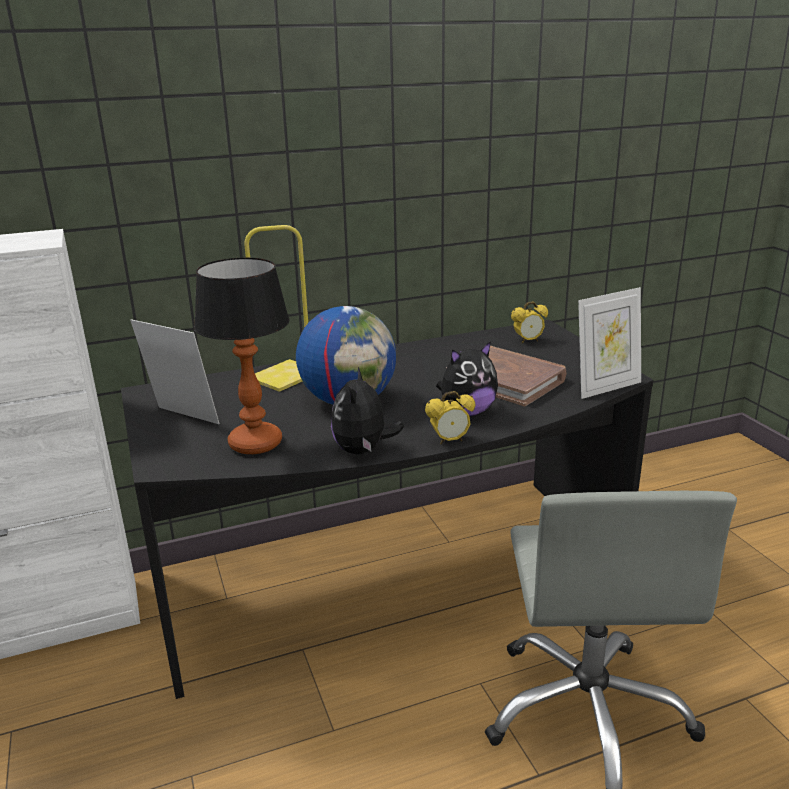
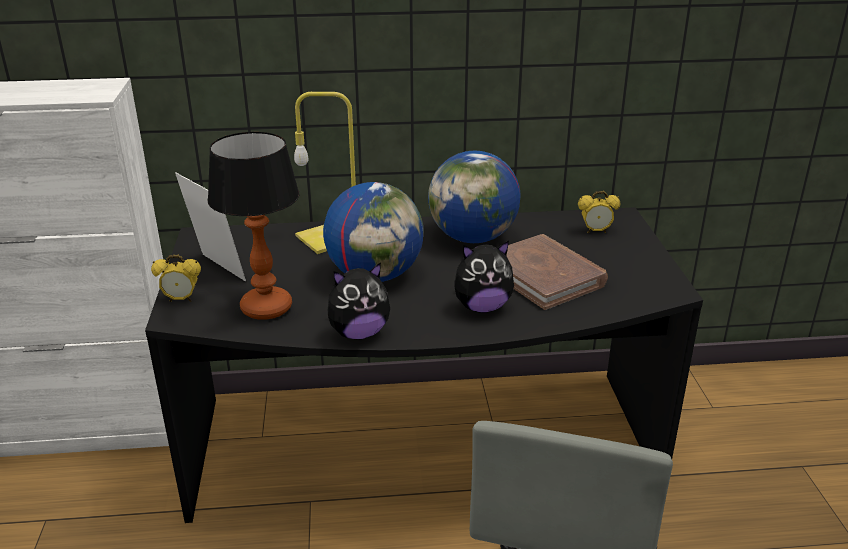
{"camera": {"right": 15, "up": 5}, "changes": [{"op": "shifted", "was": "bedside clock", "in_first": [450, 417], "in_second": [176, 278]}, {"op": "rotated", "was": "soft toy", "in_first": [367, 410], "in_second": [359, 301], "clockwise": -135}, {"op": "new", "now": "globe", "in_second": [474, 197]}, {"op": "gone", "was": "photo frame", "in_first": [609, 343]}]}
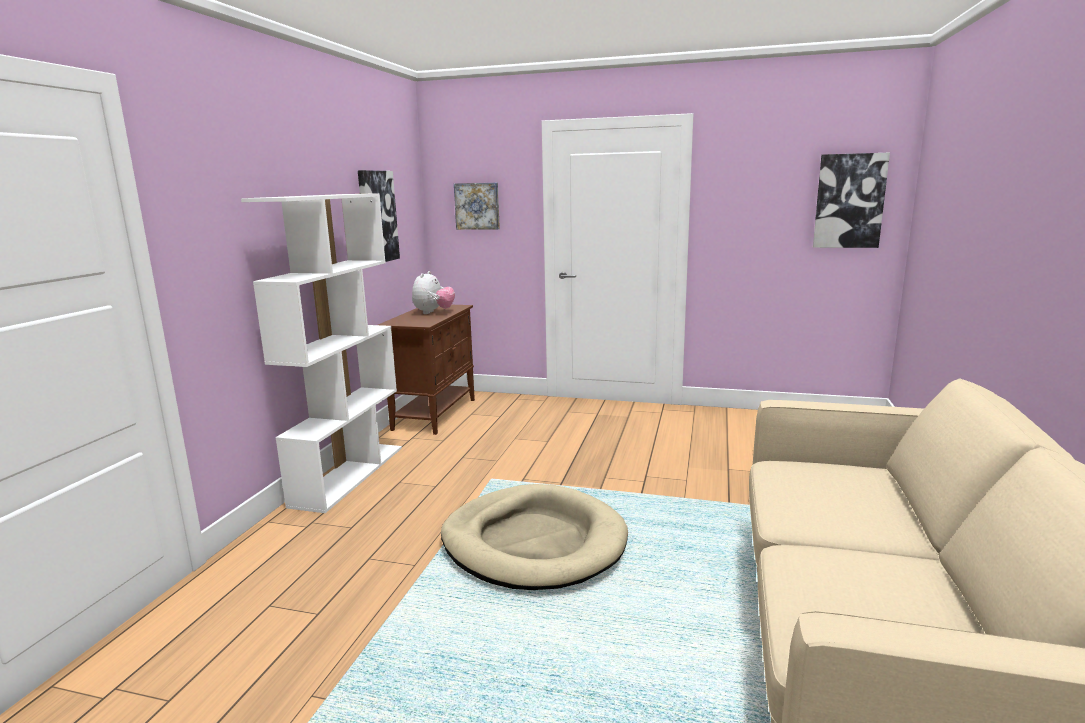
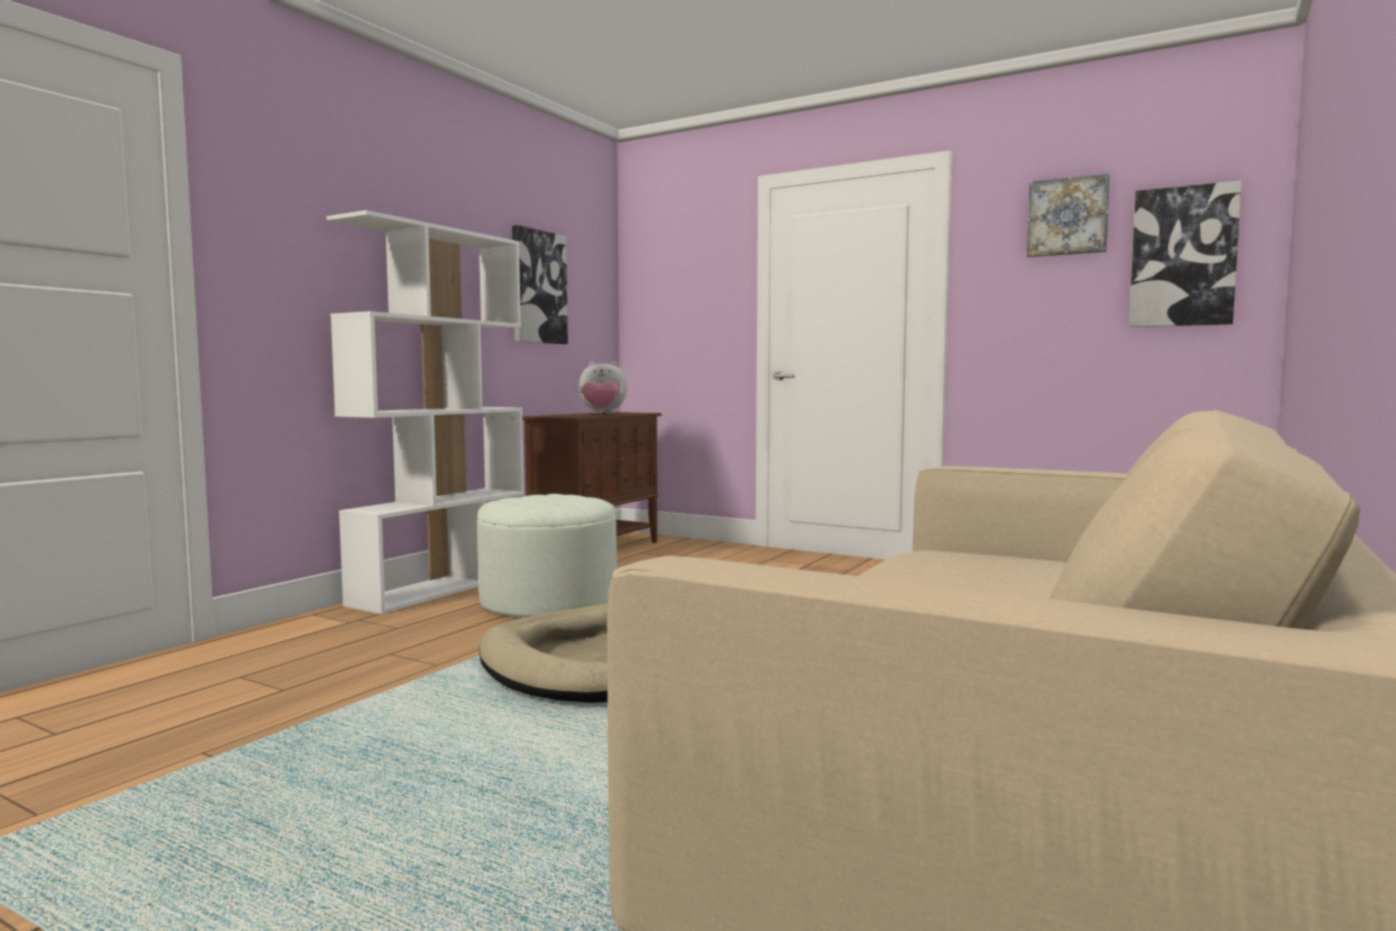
{"camera": {"right": 15, "up": -10}, "changes": [{"op": "new", "now": "whitish pouffe", "in_second": [547, 556]}, {"op": "rotated", "was": "soft toy", "in_first": [433, 292], "in_second": [603, 387], "clockwise": 60}, {"op": "shifted", "was": "wall picture", "in_first": [477, 206], "in_second": [1068, 215]}]}
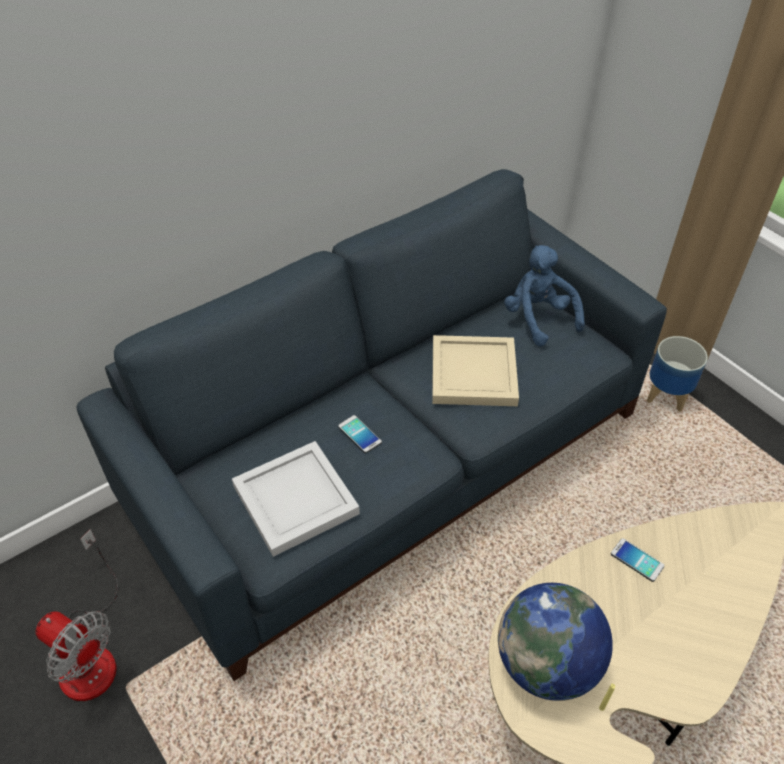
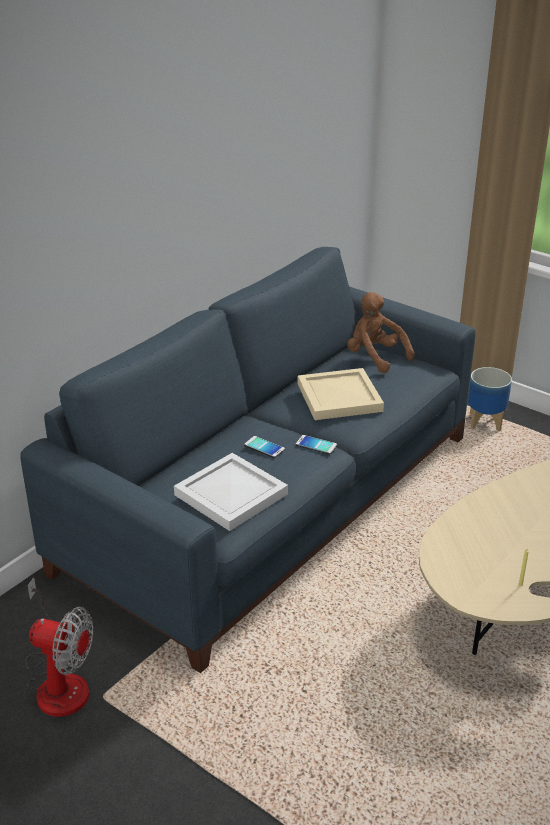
{"camera": {"right": -15, "up": -15}, "changes": [{"op": "shifted", "was": "handset", "in_first": [637, 560], "in_second": [316, 445]}, {"op": "repainted", "was": "blue-coloured soft toy", "now": "brown soft toy", "in_first": [544, 295], "in_second": [381, 332]}, {"op": "gone", "was": "globe", "in_first": [555, 642]}]}
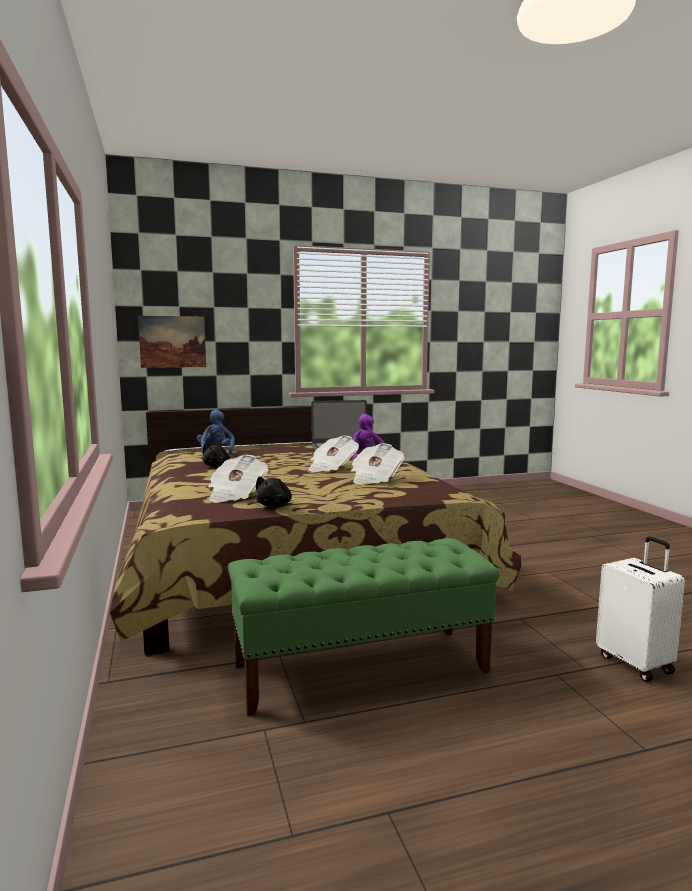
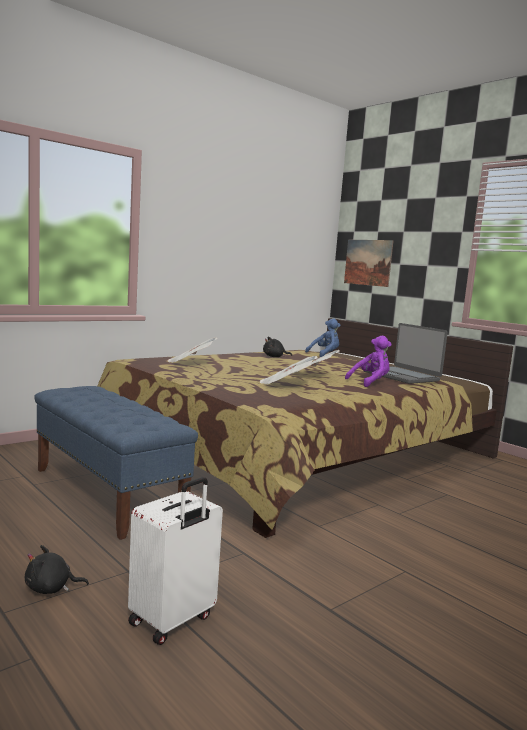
{"camera": {"right": 65, "up": 0}, "changes": [{"op": "shifted", "was": "black soft toy", "in_first": [273, 491], "in_second": [57, 569]}, {"op": "repainted", "was": "greenish long seat", "now": "blue-coloured long seat", "in_first": [364, 627], "in_second": [116, 463]}]}
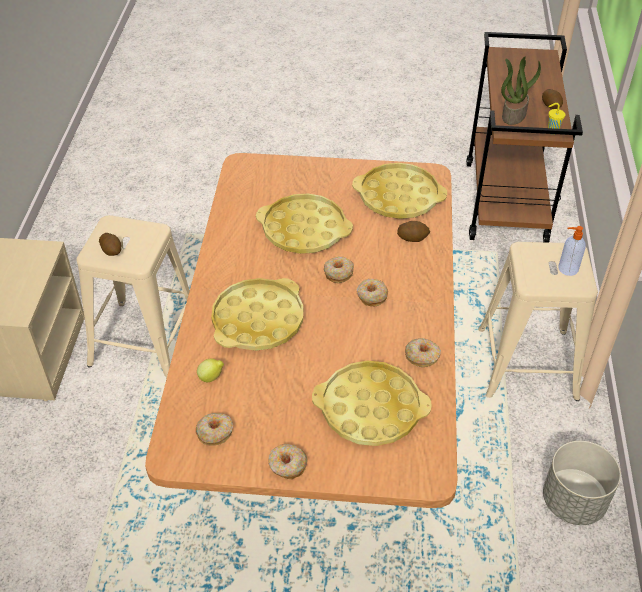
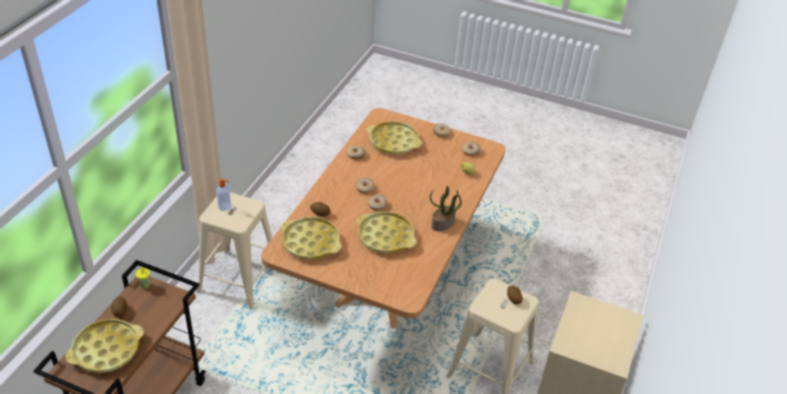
{"camera": {"right": -165, "up": -5}, "changes": [{"op": "shifted", "was": "yellow serving tray", "in_first": [257, 314], "in_second": [104, 346]}, {"op": "shifted", "was": "plant in a pot", "in_first": [521, 91], "in_second": [446, 208]}, {"op": "gone", "was": "gray flower pot", "in_first": [582, 483]}]}
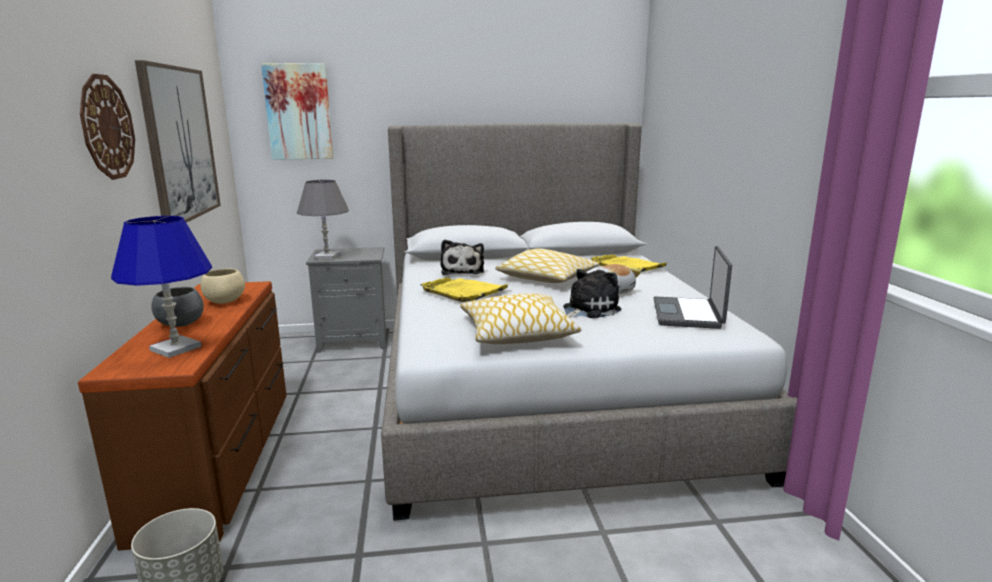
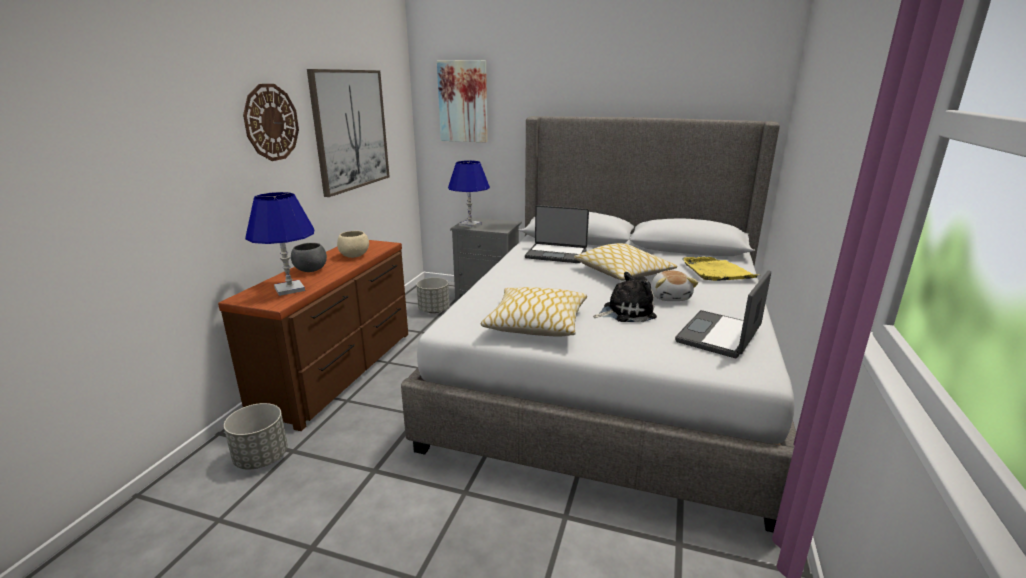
{"camera": {"right": 25, "up": 5}, "changes": [{"op": "new", "now": "gray flower pot", "in_second": [432, 295]}, {"op": "repainted", "was": "gray lamp for a table", "now": "blue-coloured lamp for a table", "in_first": [323, 219], "in_second": [469, 194]}, {"op": "swapped", "was": "soft toy", "now": "notebook computer", "in_first": [462, 257], "in_second": [557, 234]}, {"op": "gone", "was": "yellow serving tray", "in_first": [464, 290]}]}
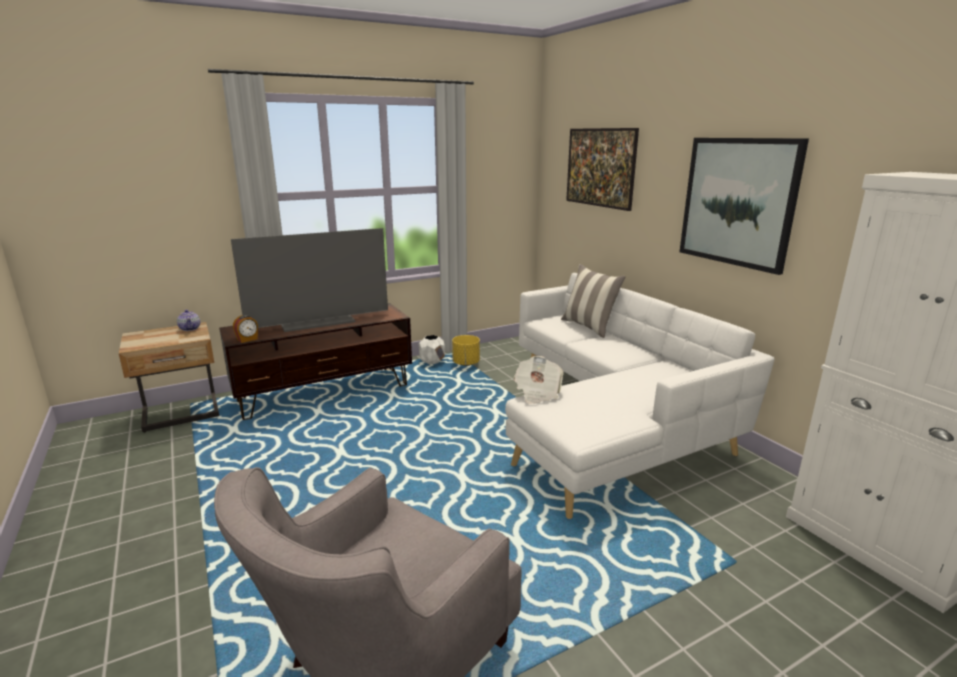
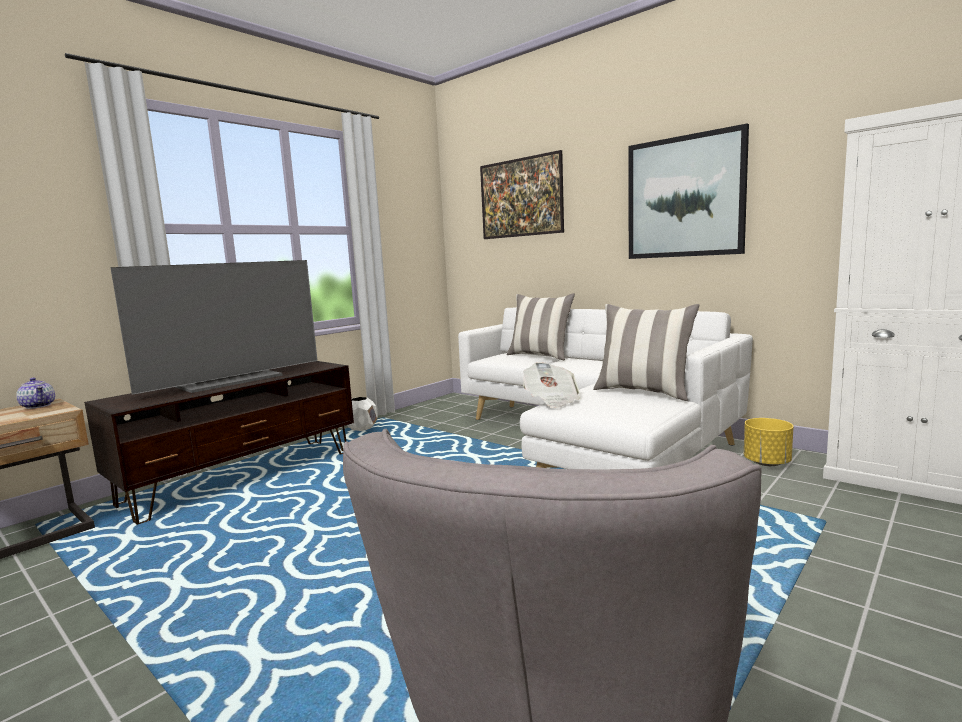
{"camera": {"right": -20, "up": -10}, "changes": [{"op": "new", "now": "throw pillow", "in_second": [646, 352]}, {"op": "shifted", "was": "yellow flower pot", "in_first": [466, 350], "in_second": [769, 442]}, {"op": "gone", "was": "bedside clock", "in_first": [245, 329]}]}
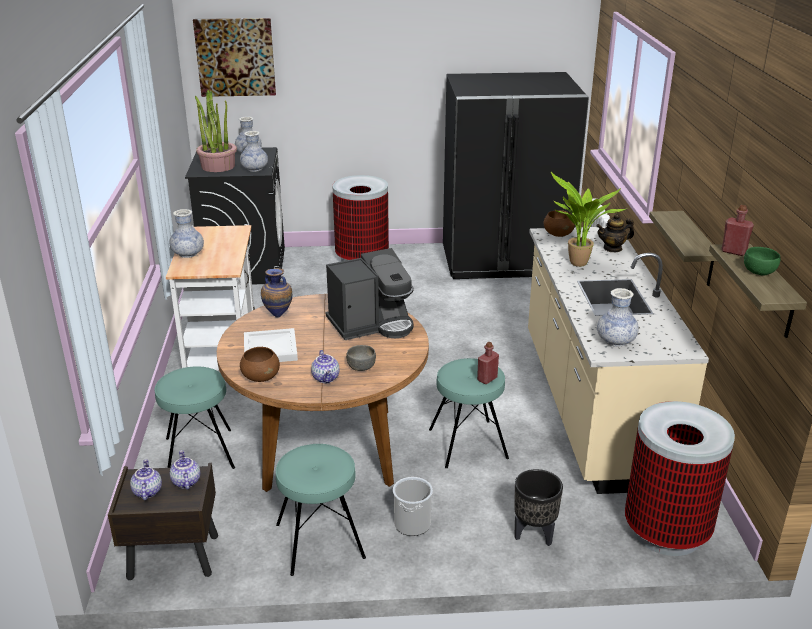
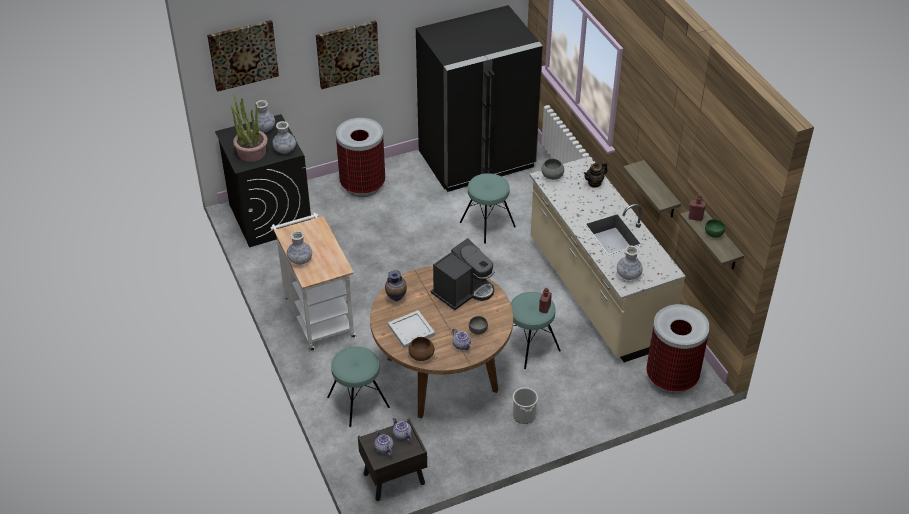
{"camera": {"right": -20, "up": 15}, "changes": [{"op": "new", "now": "wall picture", "in_second": [348, 54]}, {"op": "shifted", "was": "turquoise-coloured stool", "in_first": [321, 510], "in_second": [488, 208]}, {"op": "repainted", "was": "brown deep dish", "now": "gray deep dish", "in_first": [559, 223], "in_second": [552, 169]}, {"op": "gone", "was": "black flower pot", "in_first": [538, 507]}, {"op": "gone", "was": "plant in a pot", "in_first": [589, 219]}]}
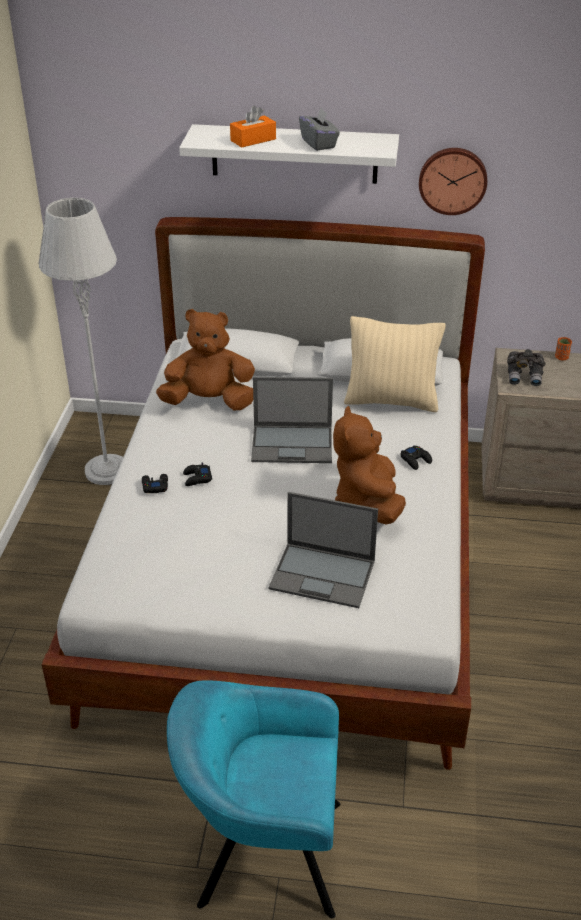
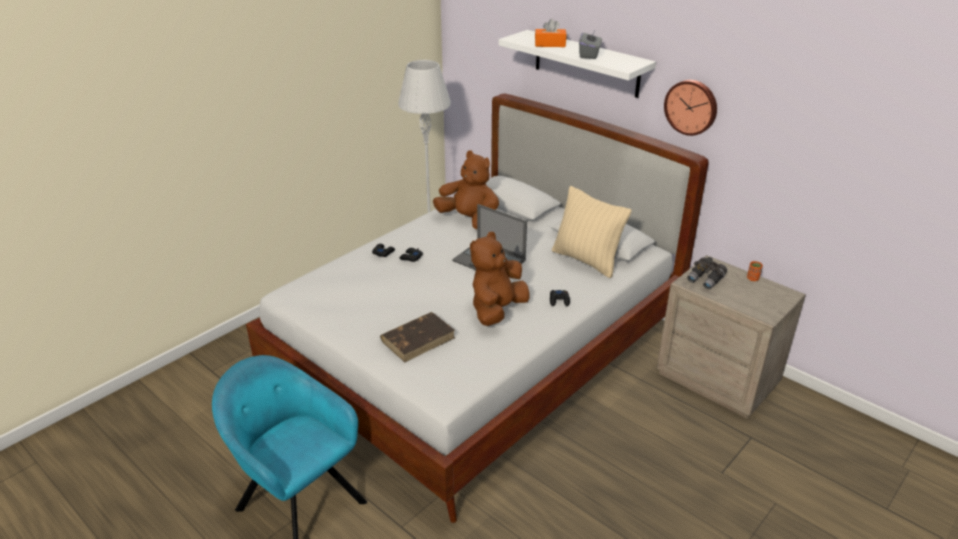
{"camera": {"right": 35, "up": -5}, "changes": [{"op": "swapped", "was": "notebook computer", "now": "brown volume", "in_first": [323, 550], "in_second": [417, 337]}]}
